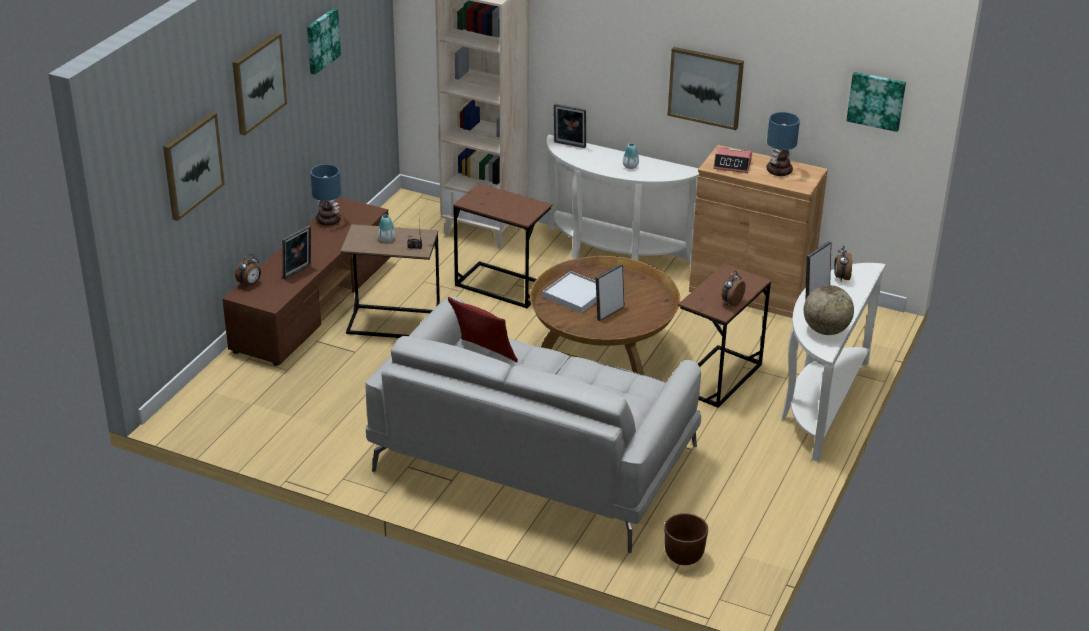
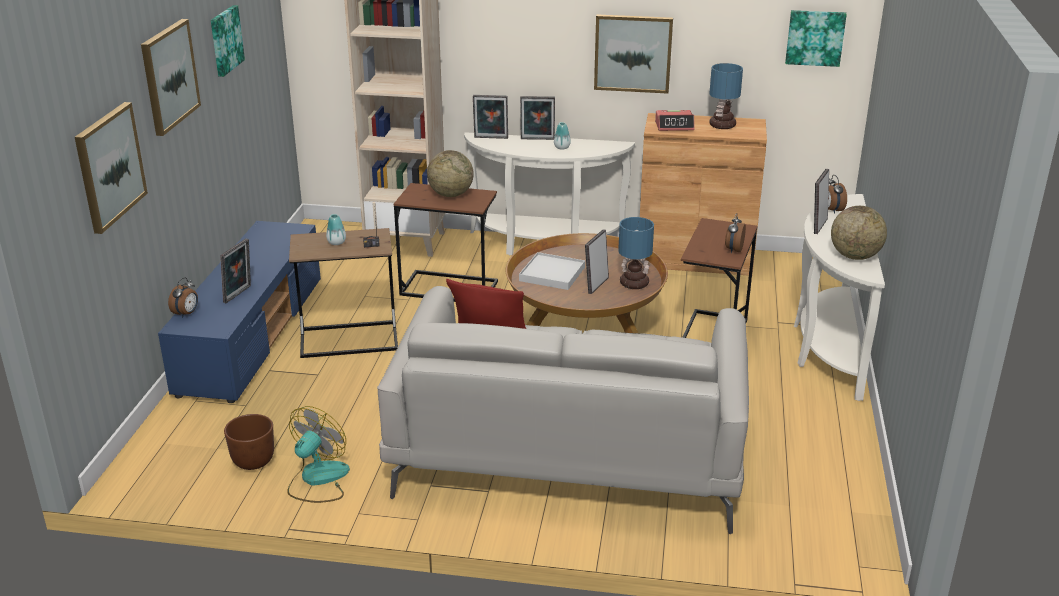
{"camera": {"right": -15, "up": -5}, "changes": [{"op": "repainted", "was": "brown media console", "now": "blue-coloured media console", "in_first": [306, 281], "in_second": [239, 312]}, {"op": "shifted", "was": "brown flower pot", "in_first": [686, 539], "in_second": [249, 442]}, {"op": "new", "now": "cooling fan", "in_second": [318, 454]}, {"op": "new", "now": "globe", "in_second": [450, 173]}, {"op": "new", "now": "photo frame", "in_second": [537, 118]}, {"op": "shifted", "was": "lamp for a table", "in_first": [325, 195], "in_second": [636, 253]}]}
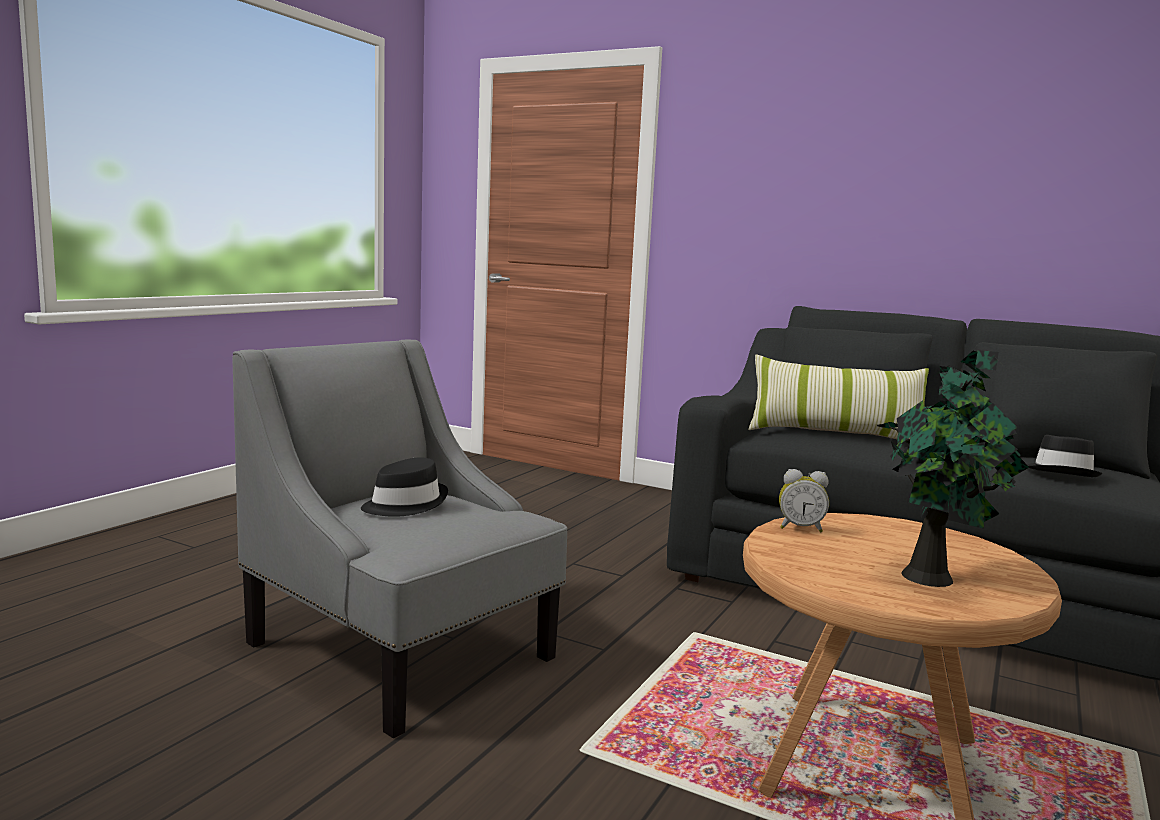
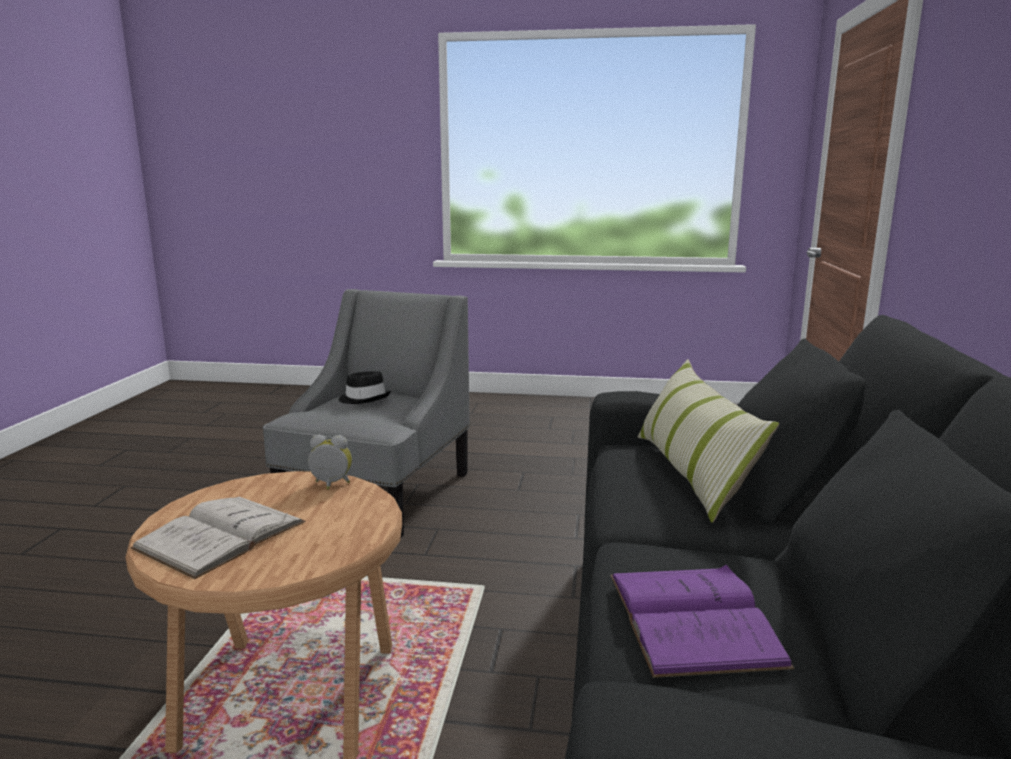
{"camera": {"right": 70, "up": 5}, "changes": [{"op": "swapped", "was": "plant in a pot", "now": "whitish volume", "in_first": [953, 468], "in_second": [218, 538]}, {"op": "rotated", "was": "bedside clock", "in_first": [804, 501], "in_second": [330, 462], "clockwise": 105}, {"op": "swapped", "was": "black wearable hat", "now": "purplish volume", "in_first": [1065, 456], "in_second": [702, 621]}]}
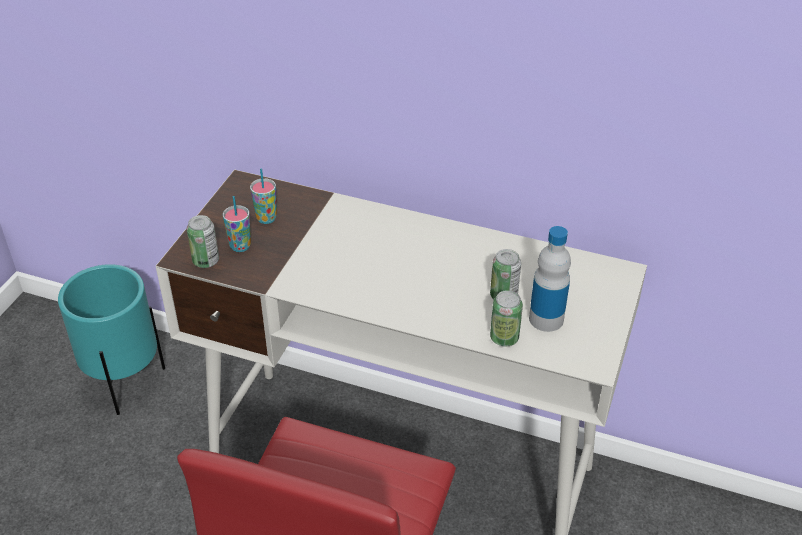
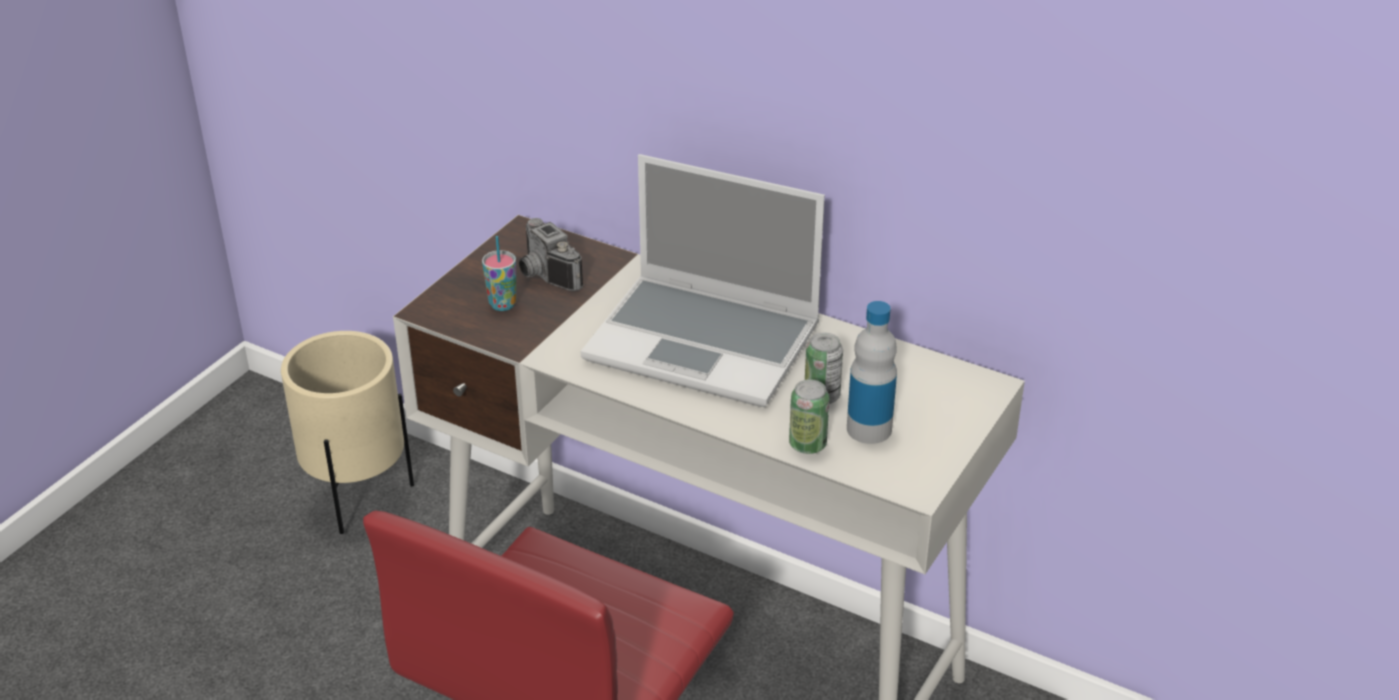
{"camera": {"right": 10, "up": -5}, "changes": [{"op": "repainted", "was": "turquoise-coloured flower pot", "now": "beige flower pot", "in_first": [111, 339], "in_second": [347, 432]}, {"op": "swapped", "was": "small cup", "now": "photo camera", "in_first": [263, 196], "in_second": [551, 254]}, {"op": "new", "now": "notebook computer", "in_second": [703, 280]}, {"op": "gone", "was": "can", "in_first": [203, 241]}]}
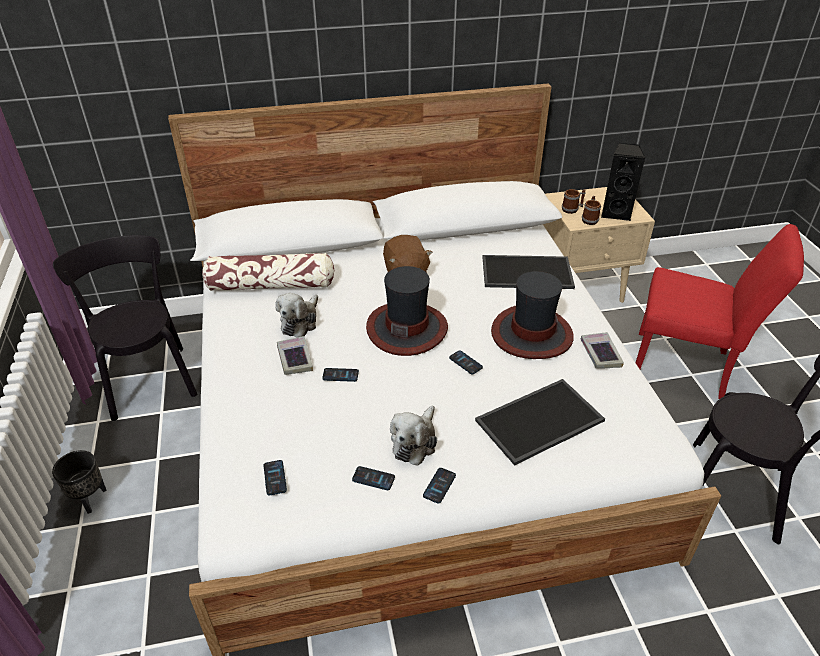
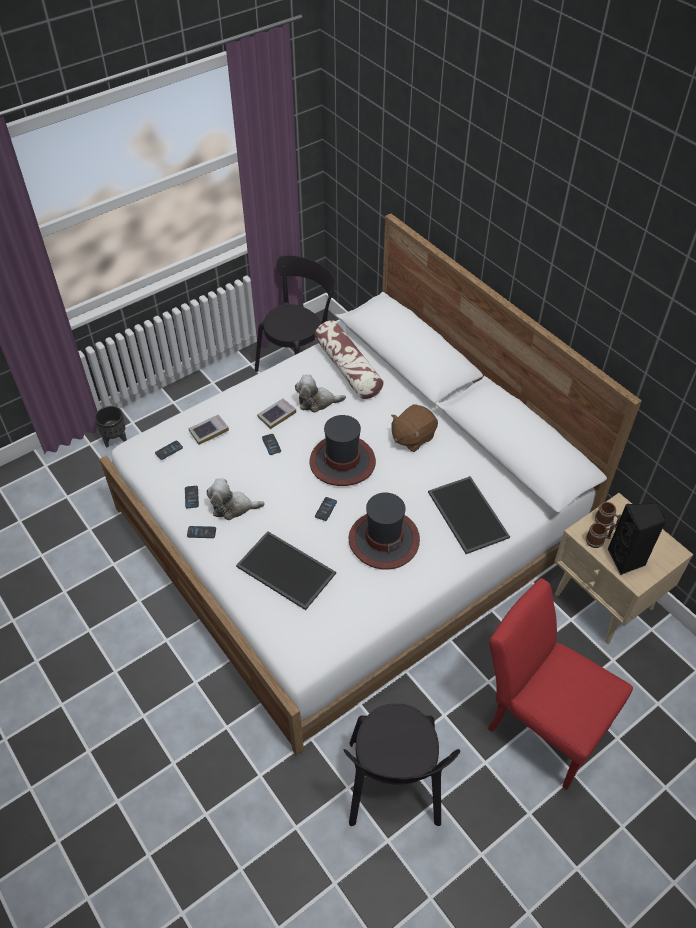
{"camera": {"right": 65, "up": 10}, "changes": [{"op": "shifted", "was": "black flower pot", "in_first": [79, 482], "in_second": [111, 426]}, {"op": "shifted", "was": "volume", "in_first": [602, 350], "in_second": [208, 430]}, {"op": "rotated", "was": "reddish plain chair", "in_first": [719, 311], "in_second": [560, 684], "clockwise": 135}]}
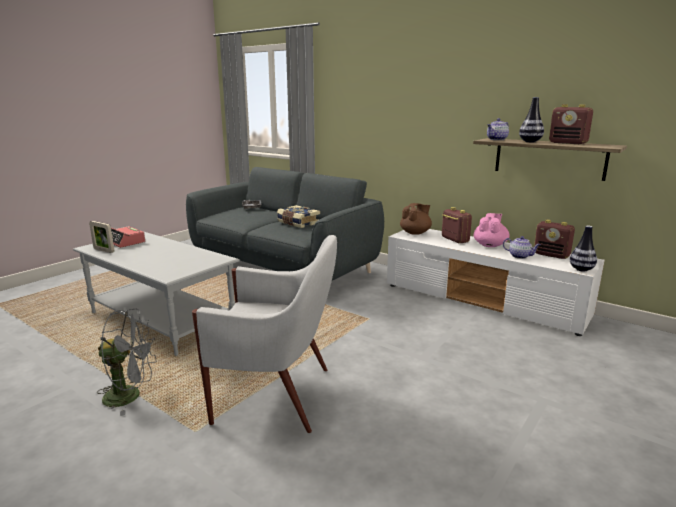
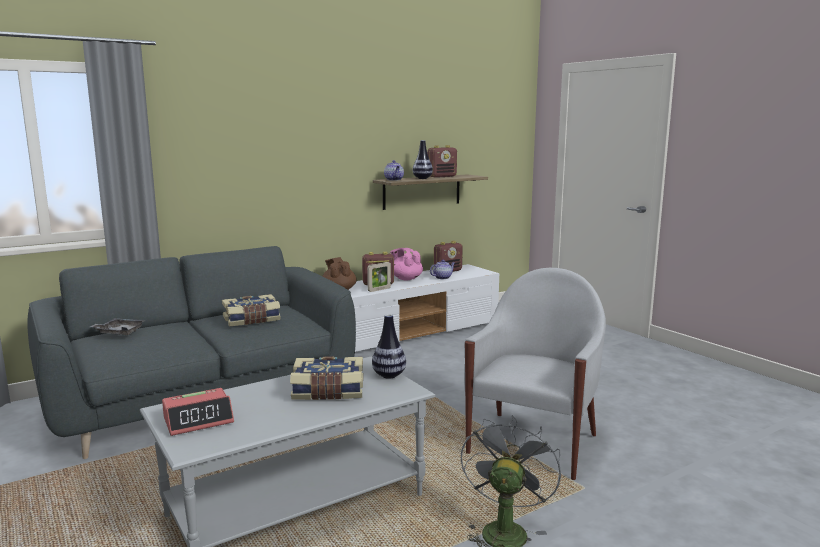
{"camera": {"right": -70, "up": -5}, "changes": [{"op": "new", "now": "volume", "in_second": [326, 378]}, {"op": "shifted", "was": "photo frame", "in_first": [101, 237], "in_second": [379, 277]}, {"op": "shifted", "was": "decorative vase", "in_first": [583, 249], "in_second": [389, 346]}]}
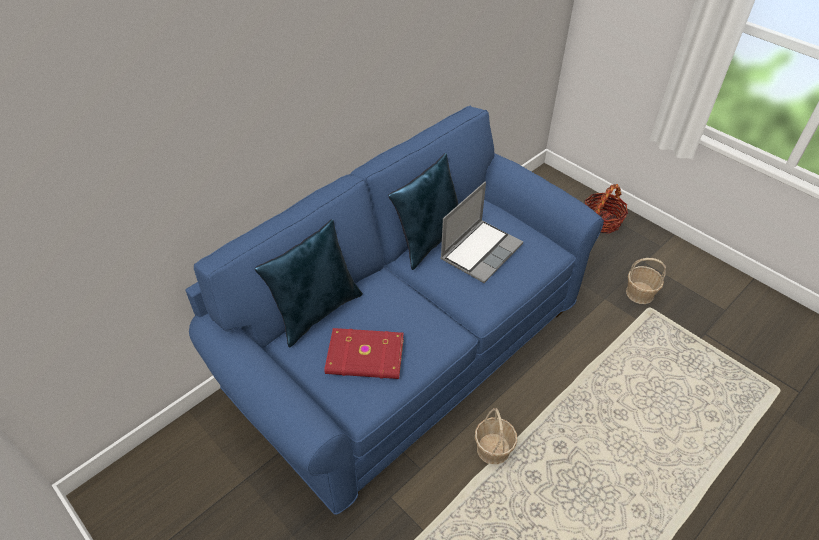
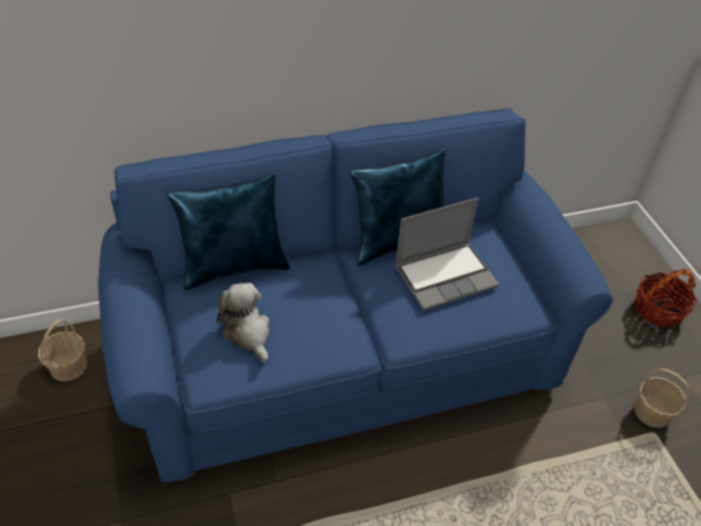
{"camera": {"right": 25, "up": 0}, "changes": [{"op": "shifted", "was": "basket", "in_first": [496, 436], "in_second": [62, 350]}, {"op": "swapped", "was": "reddish volume", "now": "soft toy", "in_first": [364, 353], "in_second": [242, 322]}]}
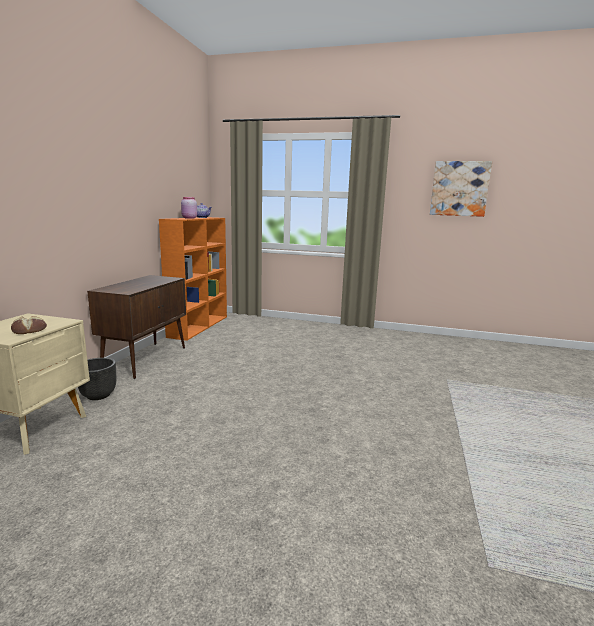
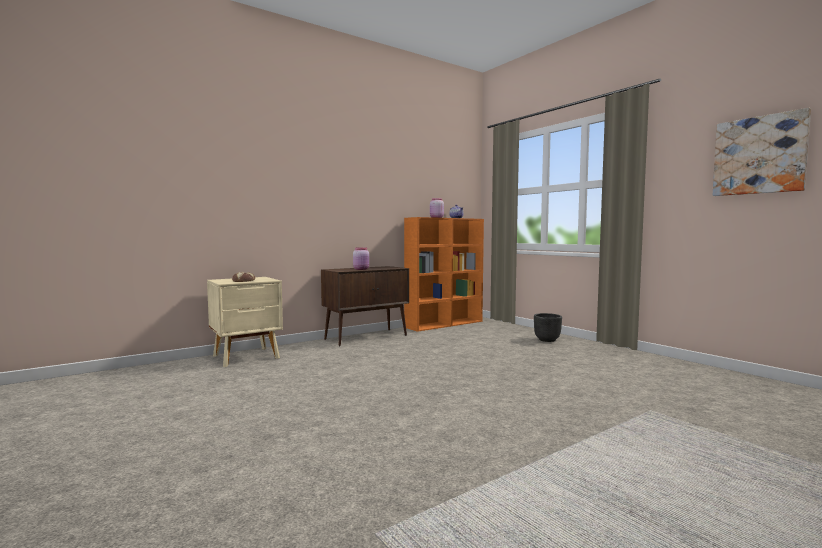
{"camera": {"right": 40, "up": -10}, "changes": [{"op": "new", "now": "pink-coloured storage jar", "in_second": [361, 258]}, {"op": "shifted", "was": "black flower pot", "in_first": [97, 379], "in_second": [548, 327]}]}
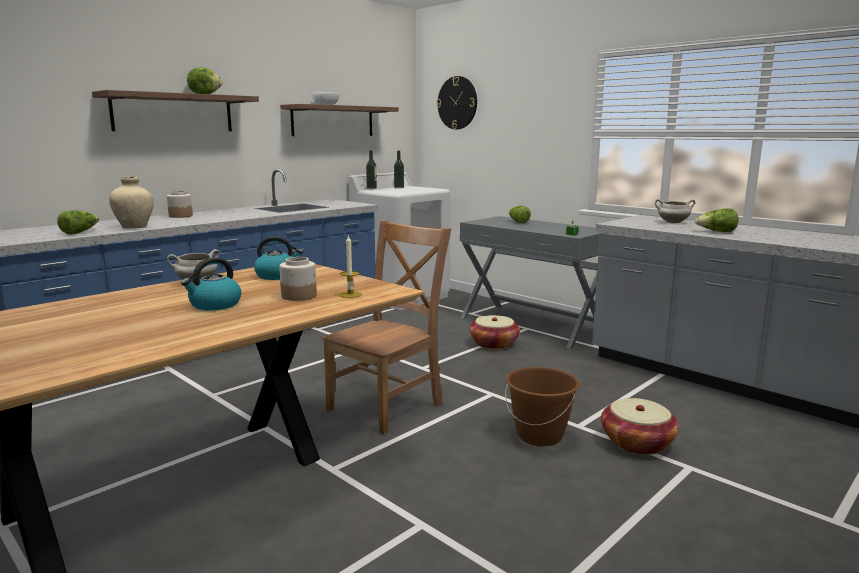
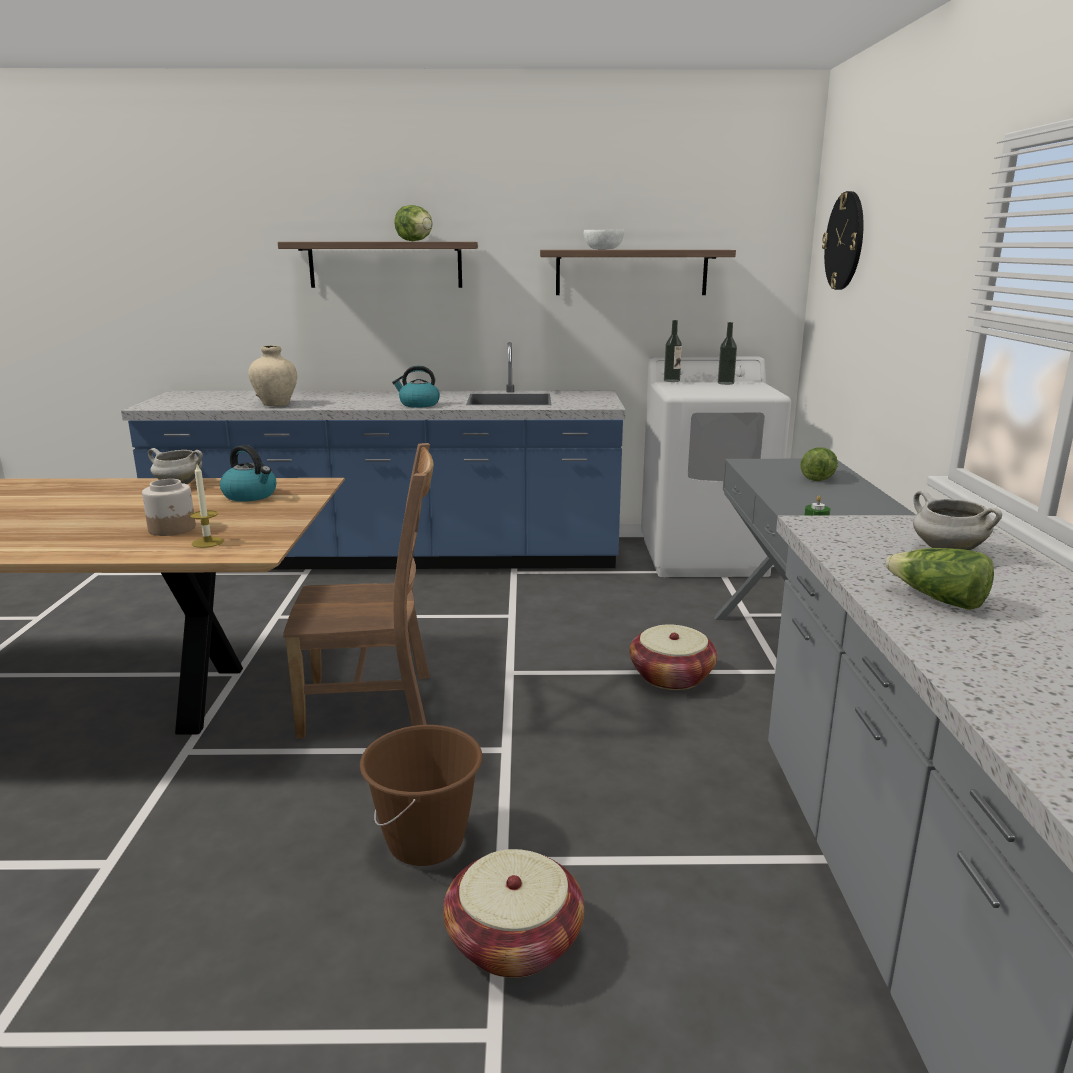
{"camera": {"right": 45, "up": 5}, "changes": [{"op": "shifted", "was": "tea kettle", "in_first": [211, 283], "in_second": [416, 387]}, {"op": "gone", "was": "lettuce", "in_first": [78, 222]}, {"op": "gone", "was": "storage jar", "in_first": [180, 204]}]}
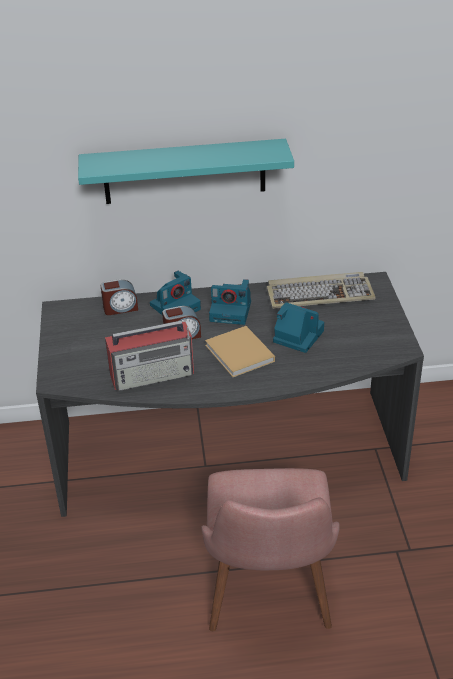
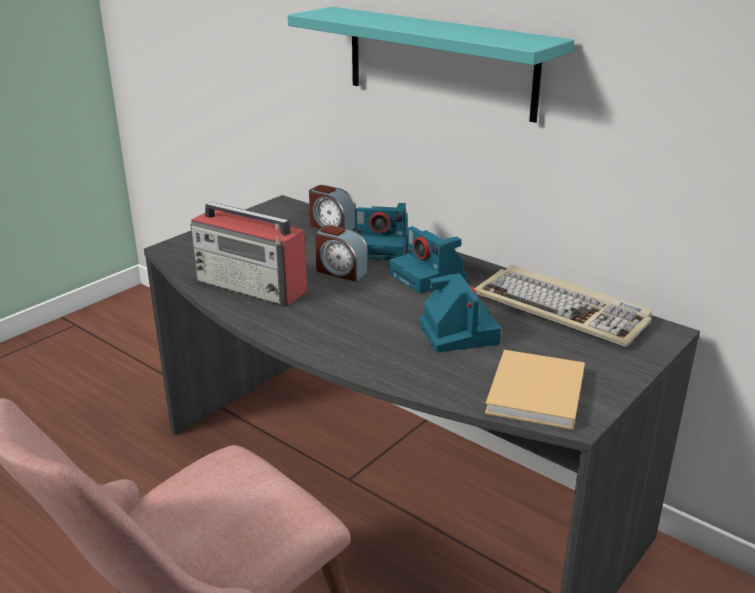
{"camera": {"right": 45, "up": -10}, "changes": [{"op": "shifted", "was": "beige volume", "in_first": [240, 351], "in_second": [535, 390]}]}
